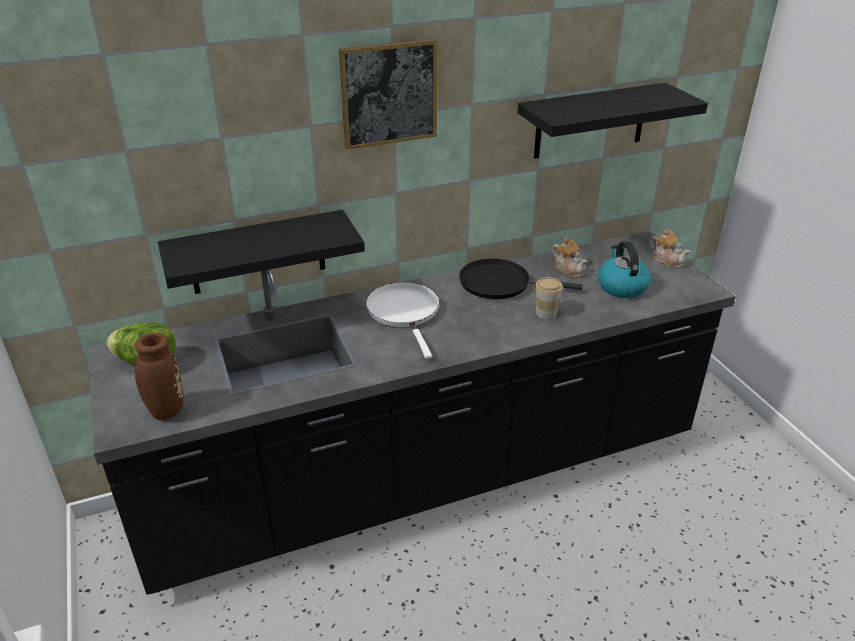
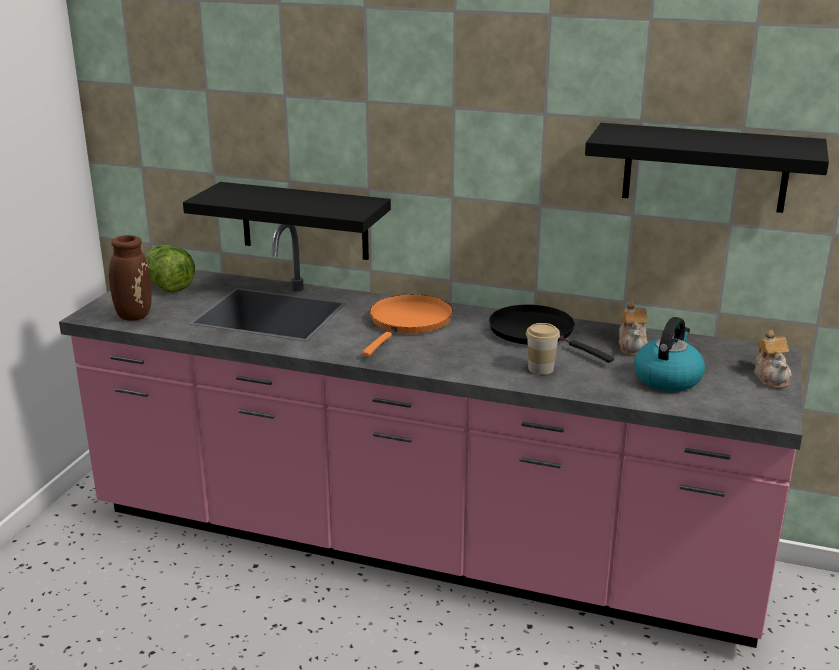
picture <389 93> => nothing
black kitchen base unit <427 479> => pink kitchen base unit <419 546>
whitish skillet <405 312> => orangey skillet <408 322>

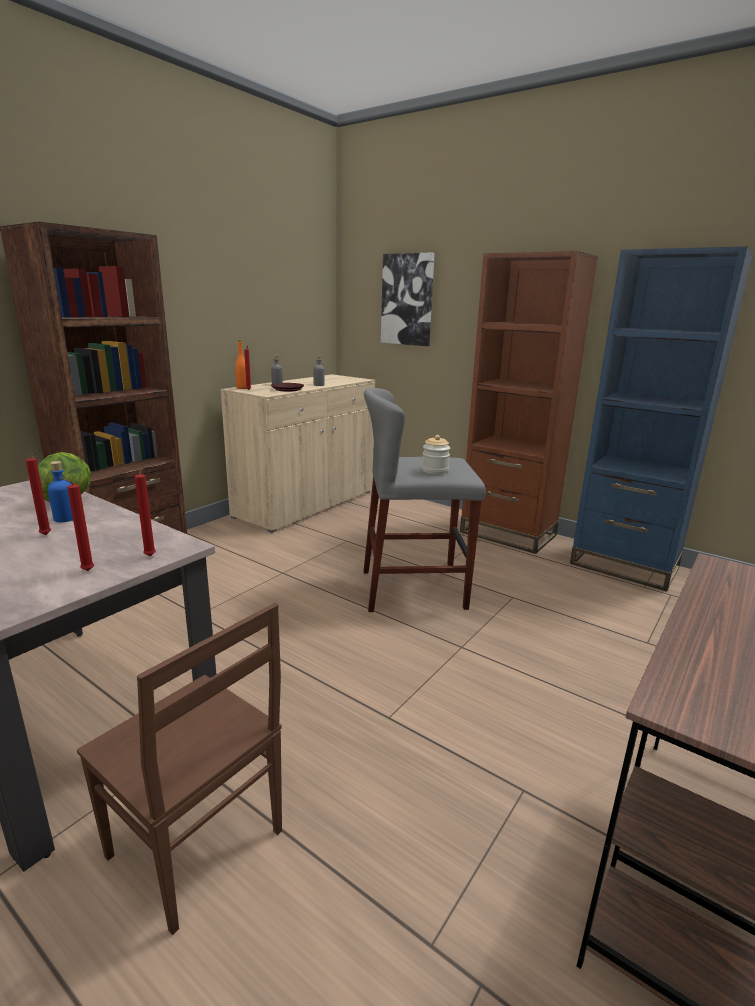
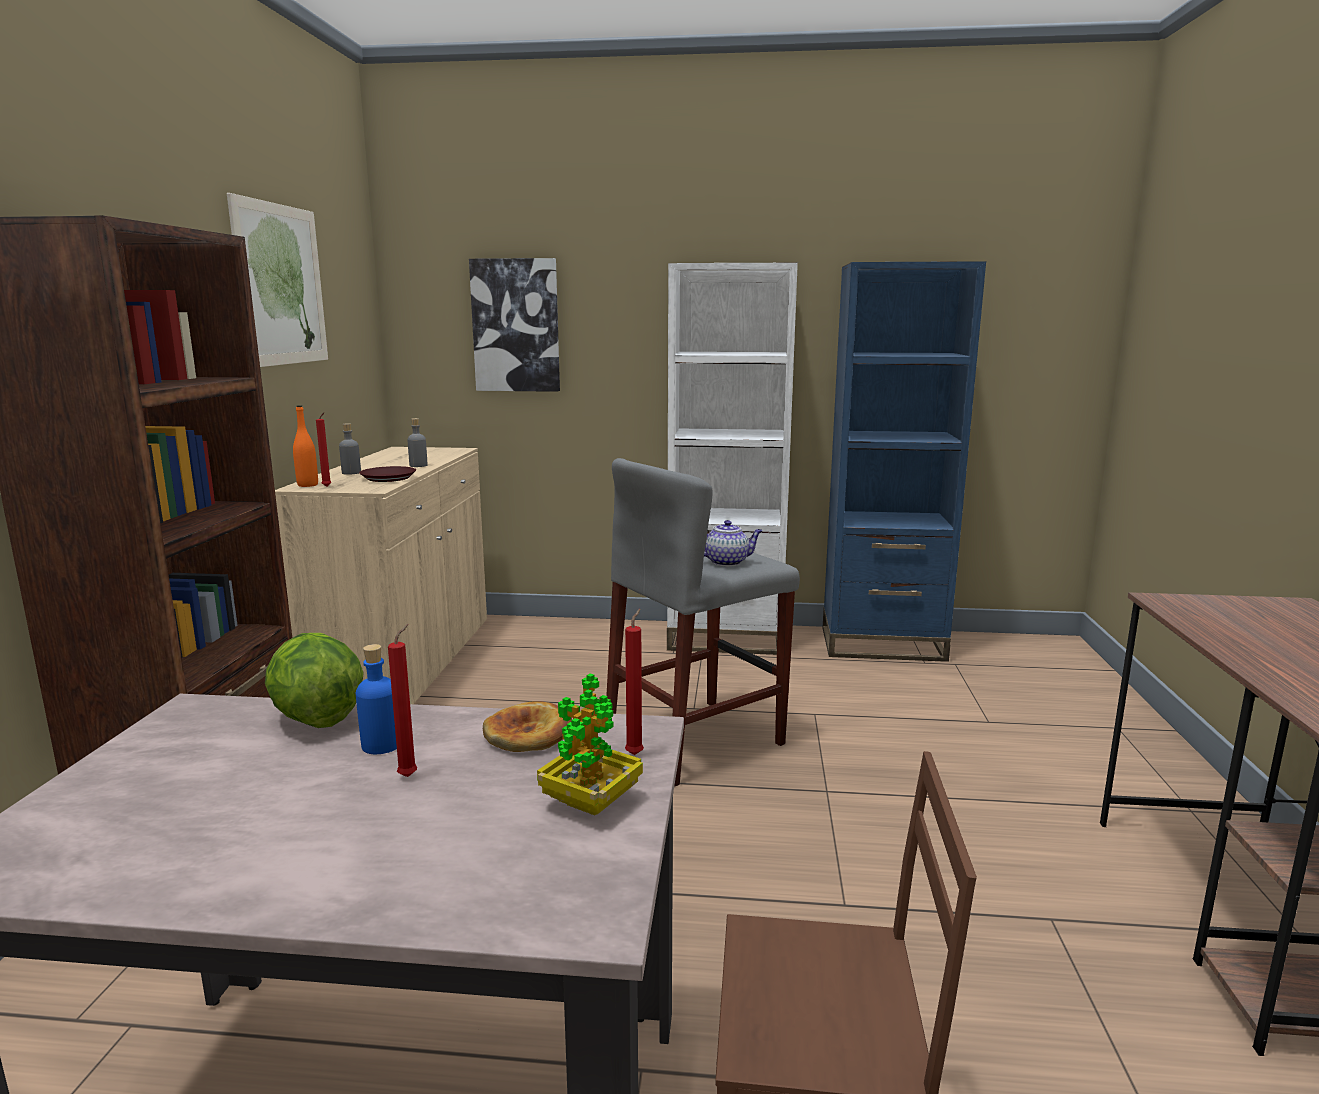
brownish bookshelf <507 534> => whitish bookshelf <725 638>
jar <435 470> => teapot <727 562>
reddish candle <85 571> => plant in a pot <591 802>
nothing => picture <281 285>
nothing => bakery bread <528 734>

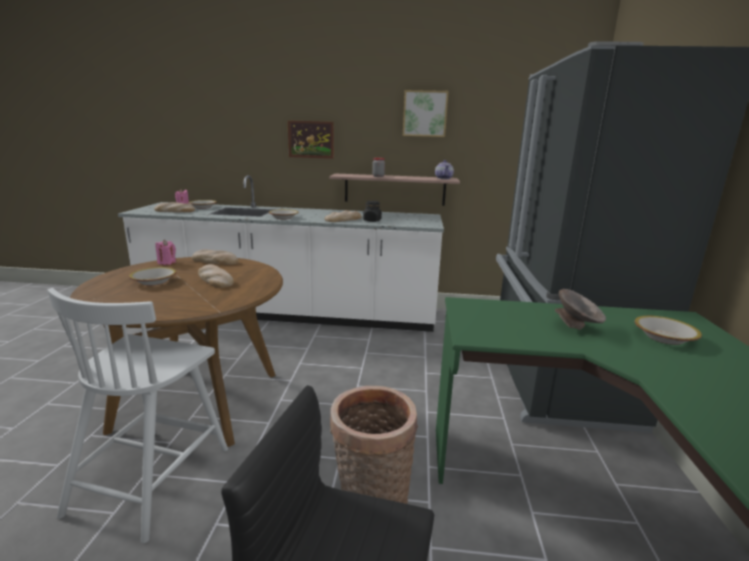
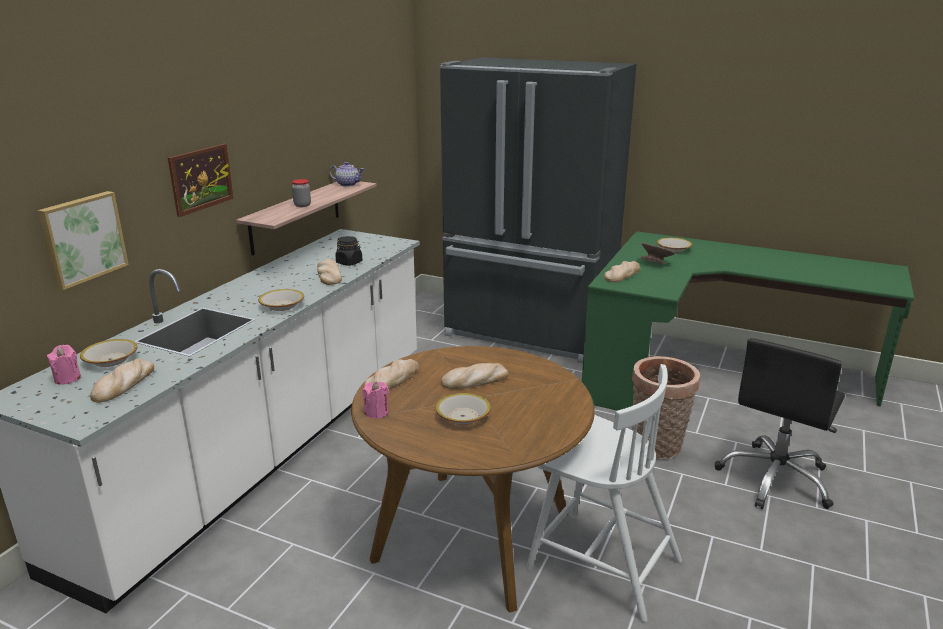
picture <425 114> => picture <82 238>, moved
nothing => bakery bread <622 274>

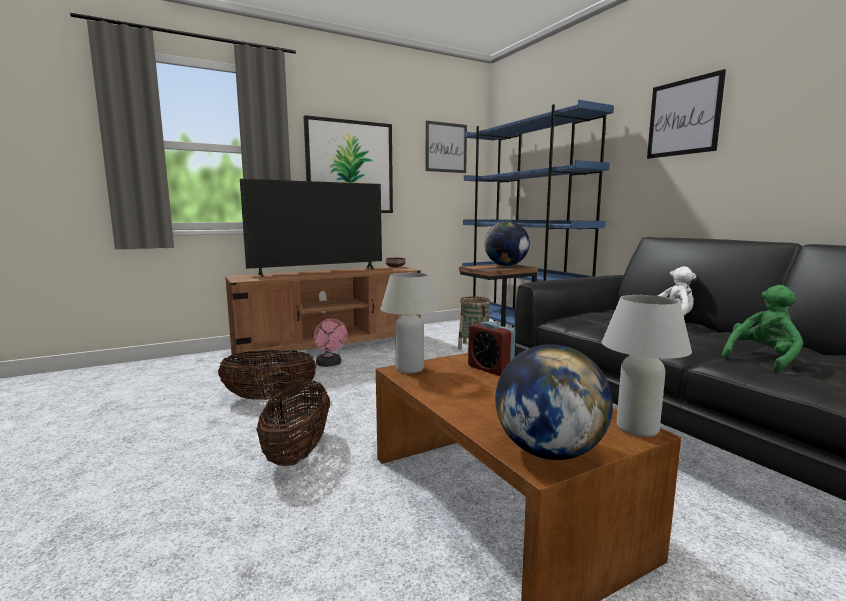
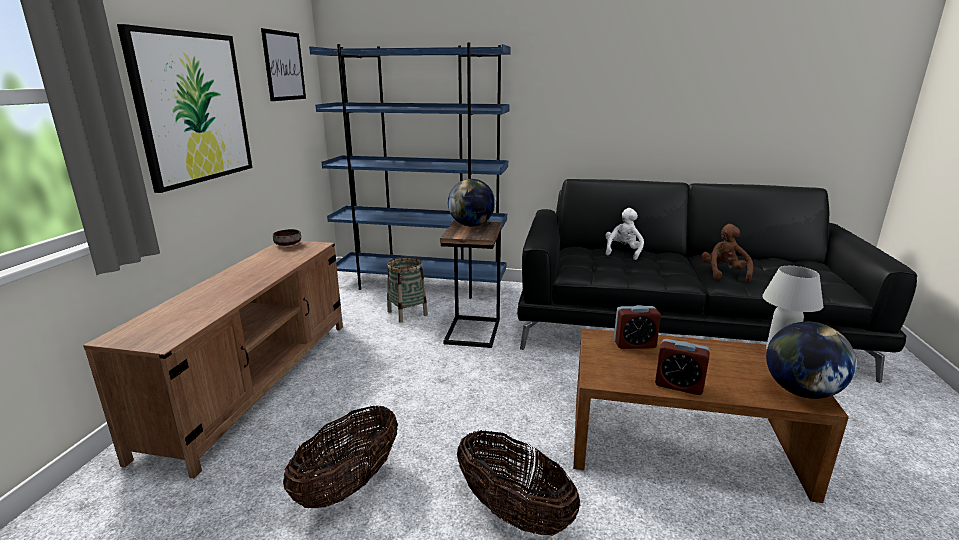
picture <683 117> => nothing
TV set <318 272> => nothing
whitish table lamp <409 369> => nothing
green soft toy <762 360> => brownish soft toy <724 273>
pink cooling fan <330 364> => nothing
nothing => table clock <679 385>

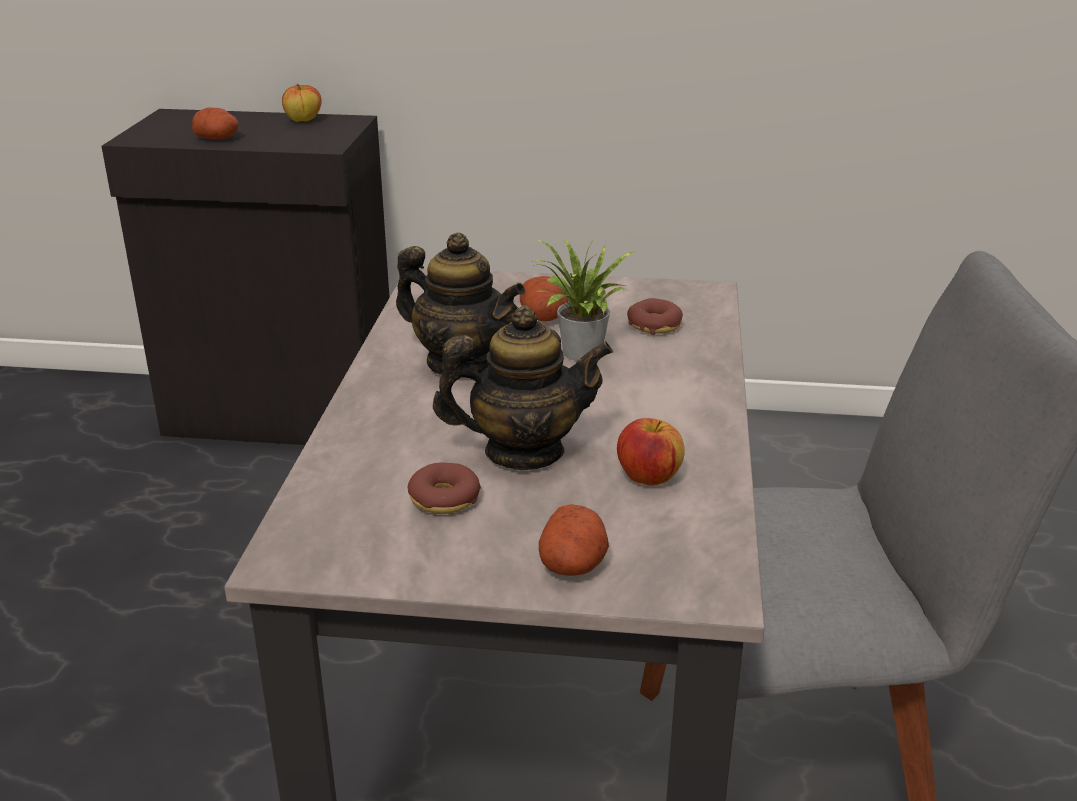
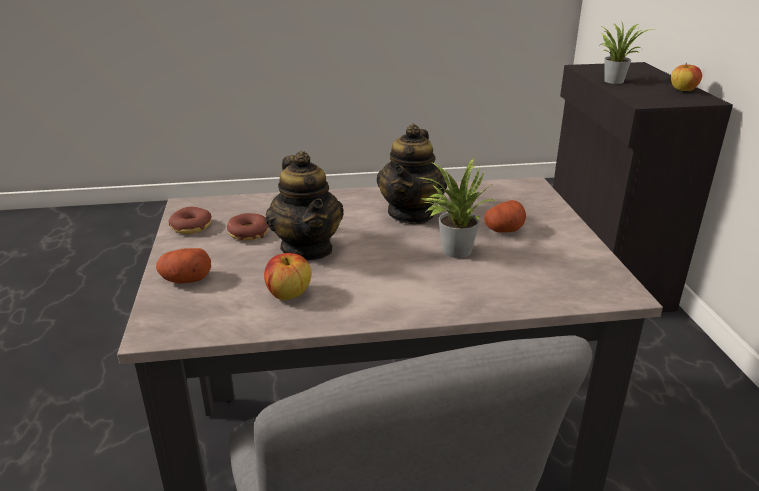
potato <218 138> => plant in a pot <613 80>
donut <654 325> => donut <191 227>, moved

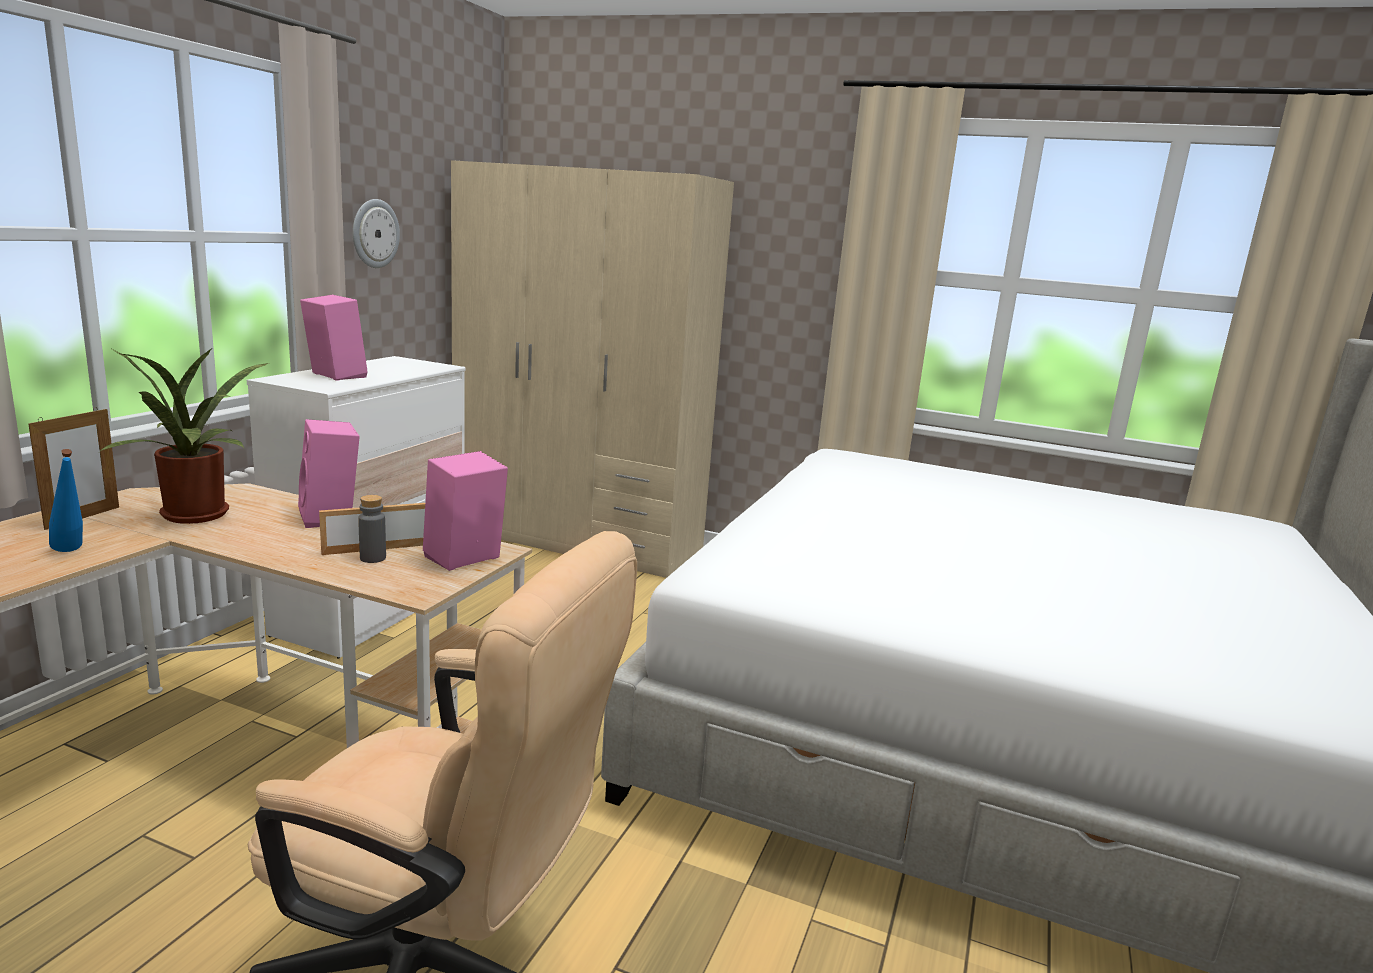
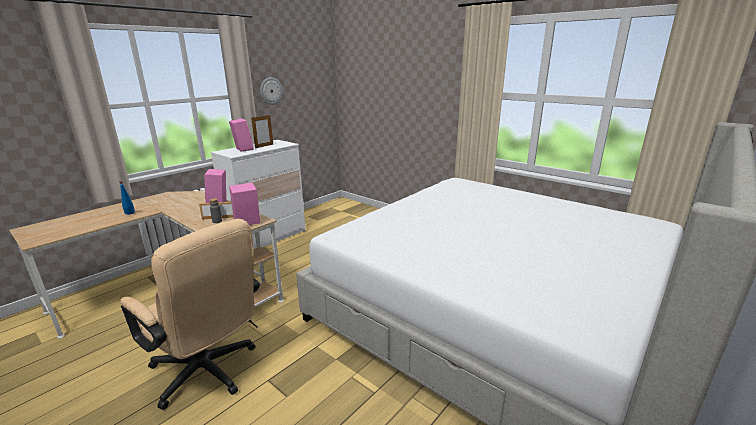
sand-coloured wardrobe <578 539> => nothing
plant in a pot <198 517> => nothing
picture frame <83 518> => picture frame <264 146>, moved

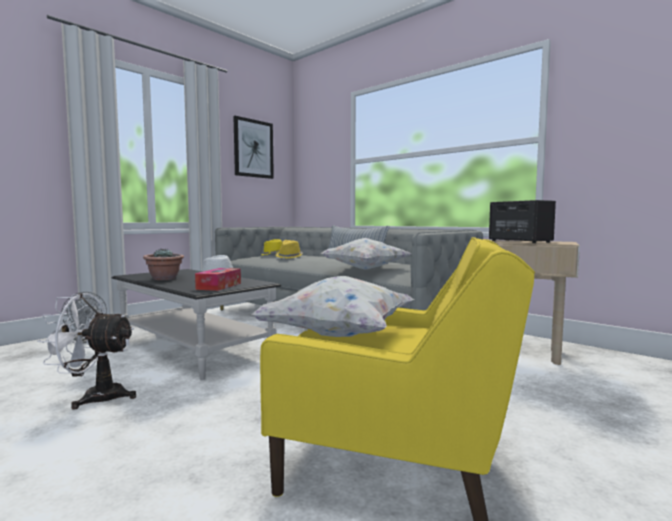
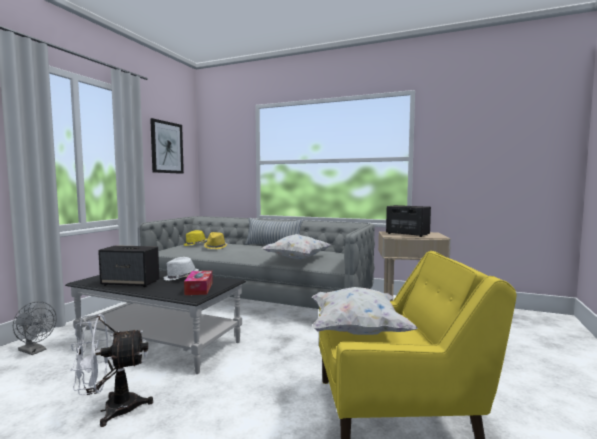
plant in a pot <165 279> => audio speaker <131 283>

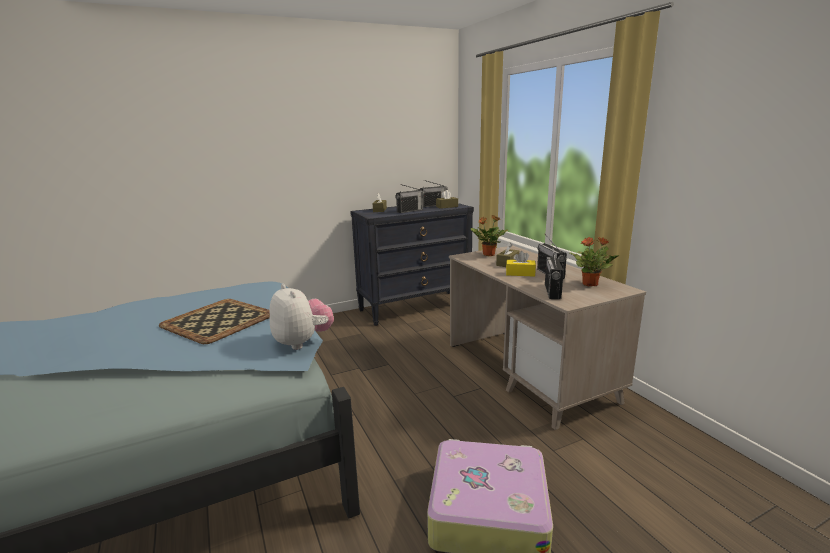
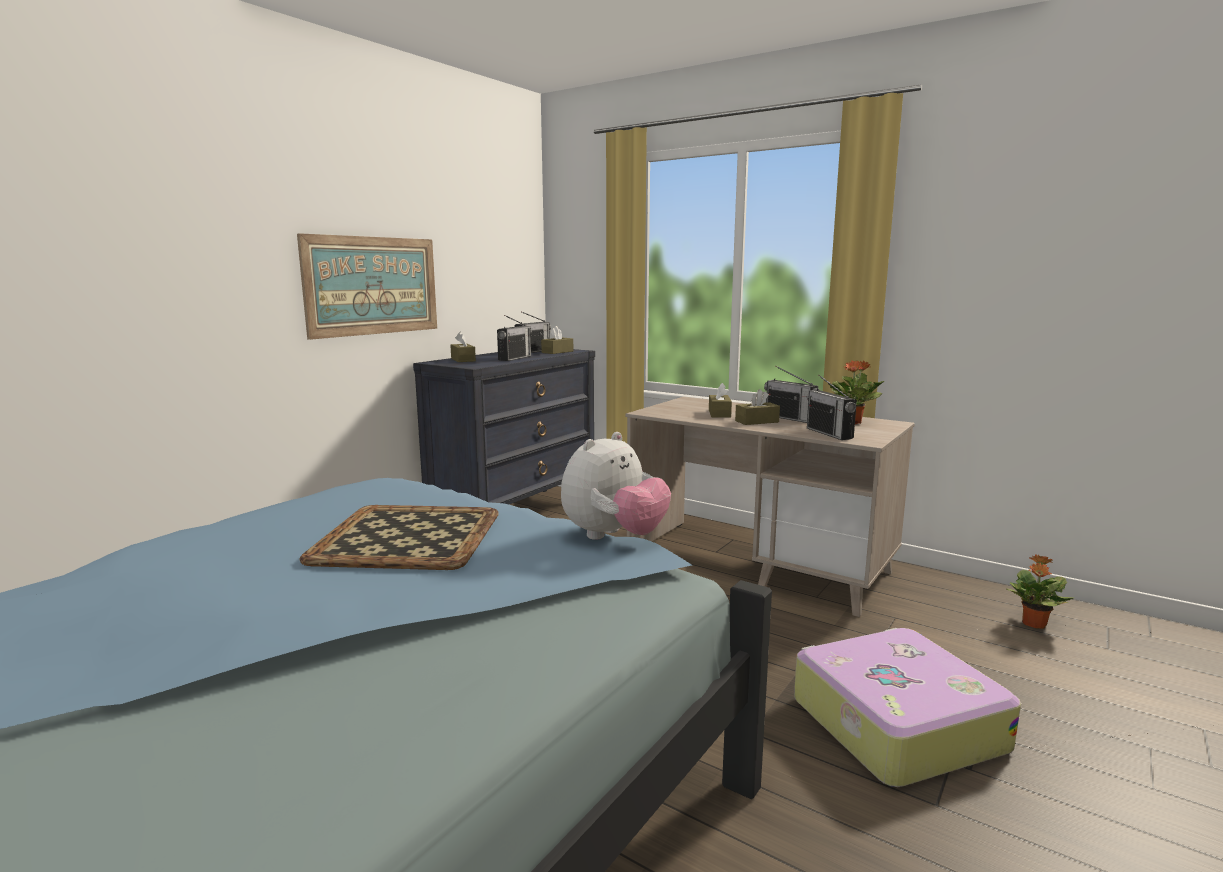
plant in a pot <488 254> => plant in a pot <1033 624>, moved
yellowish tissue holder <520 273> => brownish tissue holder <757 421>
soft toy <302 342> => soft toy <614 537>, 105 degrees clockwise
nothing => picture <372 285>

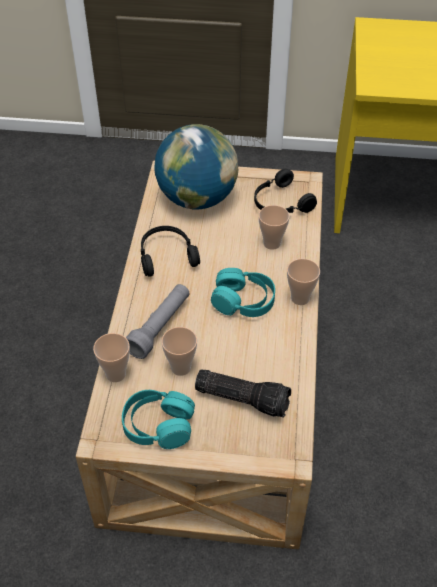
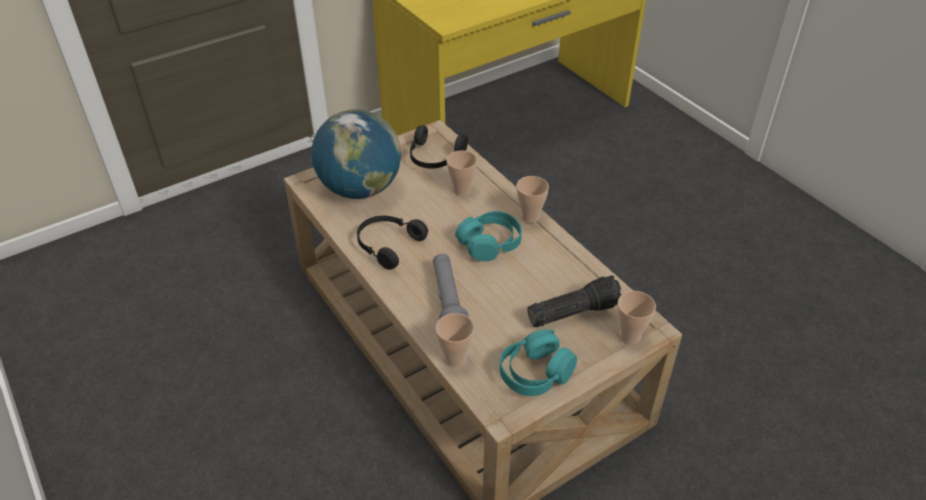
small cup <181 367> => small cup <629 336>, moved

